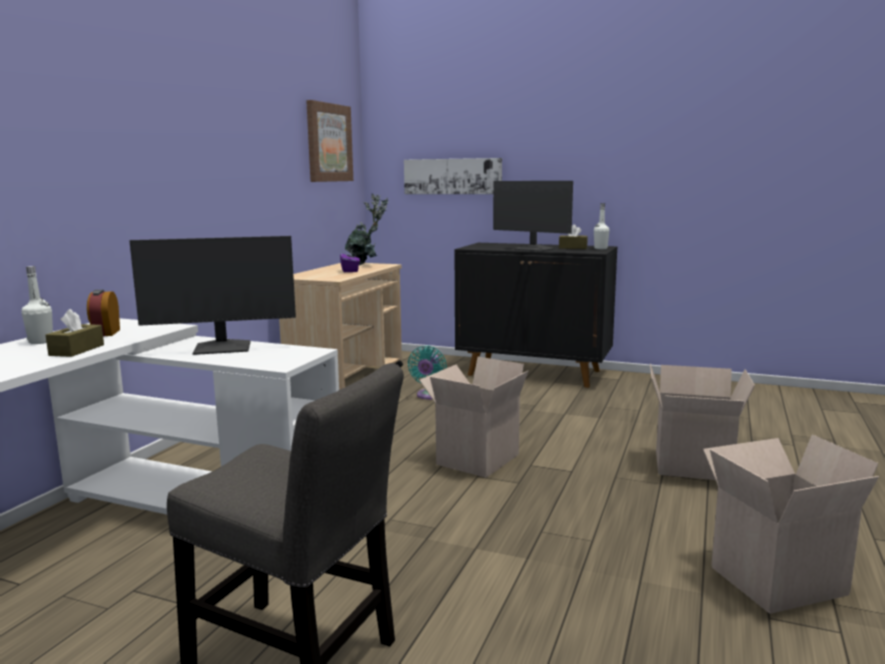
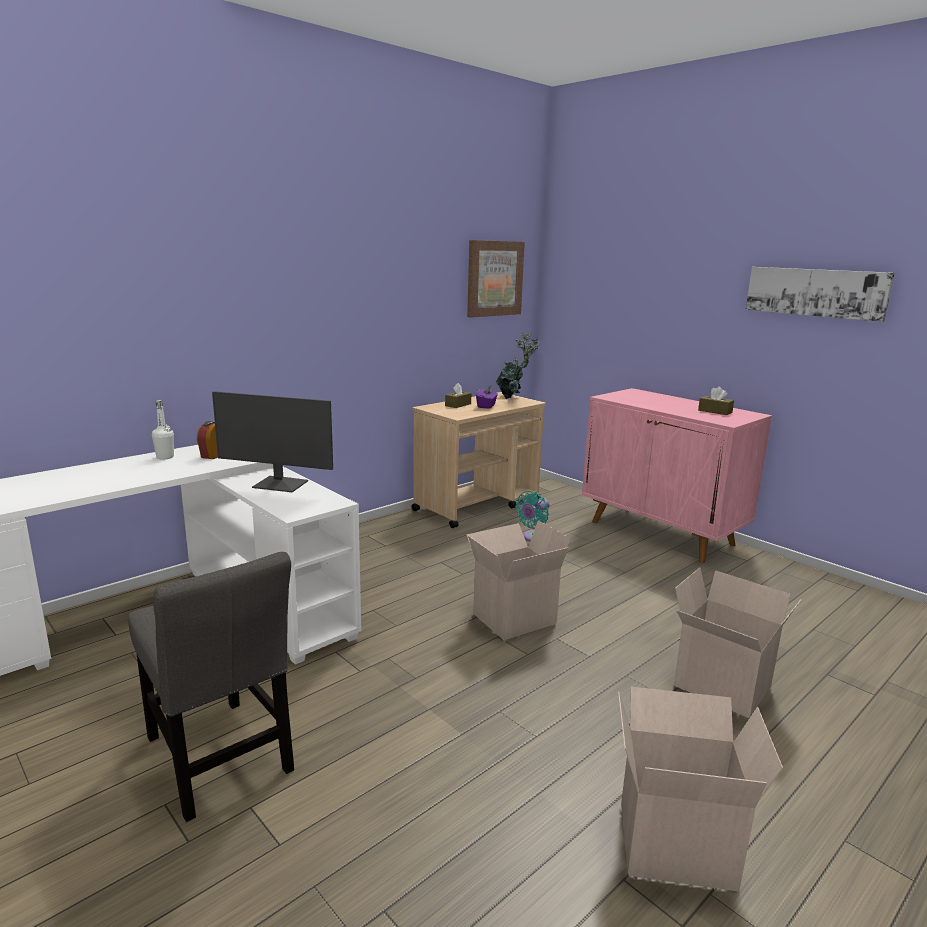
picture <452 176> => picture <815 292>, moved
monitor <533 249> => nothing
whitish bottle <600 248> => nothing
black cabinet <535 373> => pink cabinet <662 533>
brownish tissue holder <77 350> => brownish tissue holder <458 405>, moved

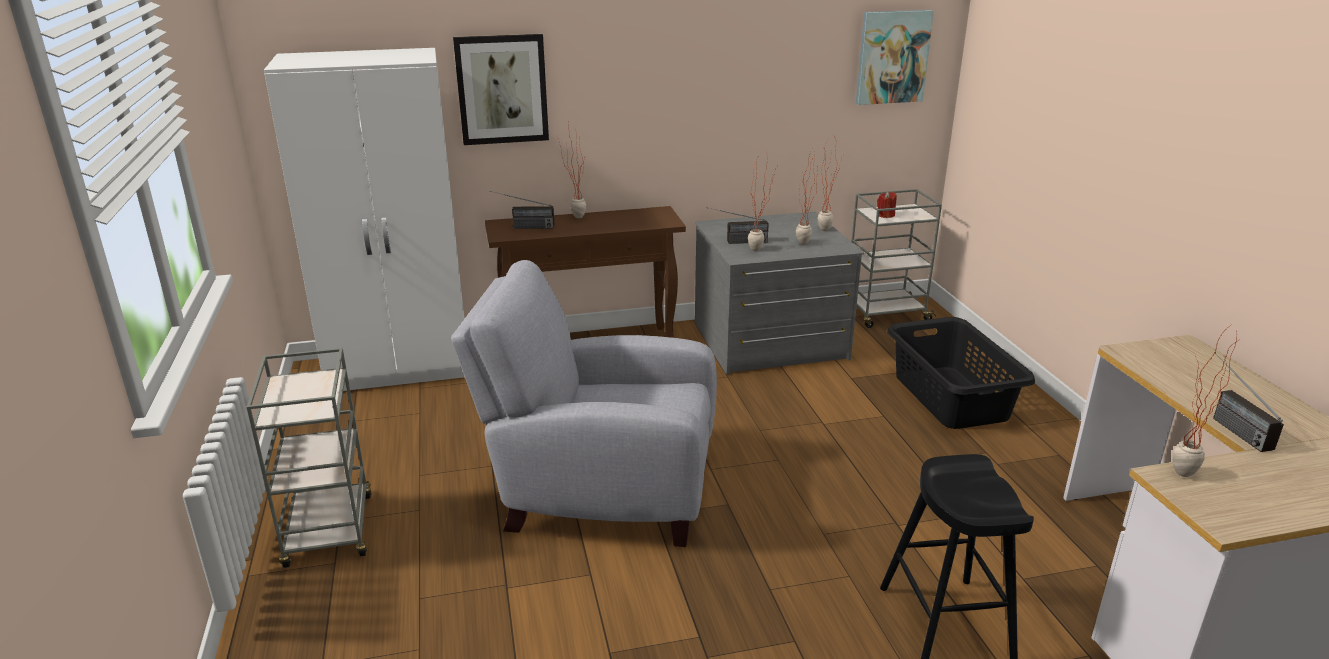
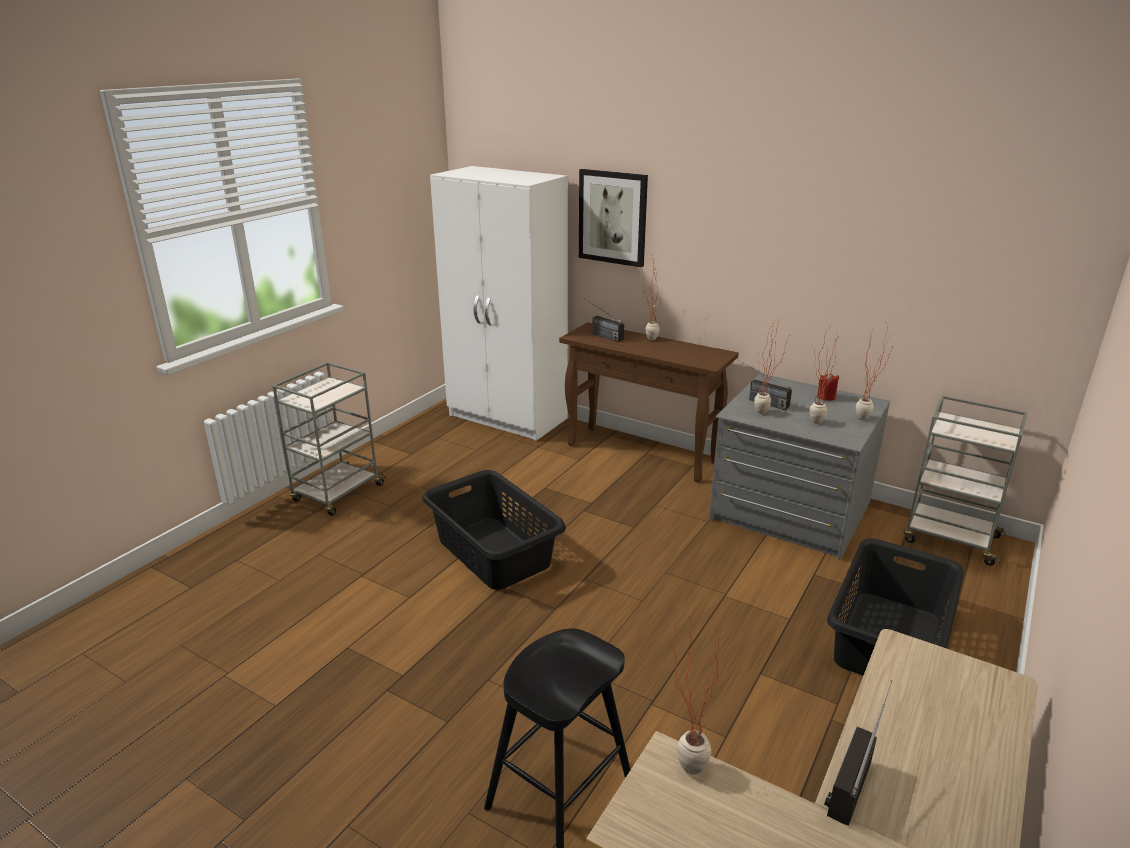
picture <892 57> => nothing
reddish candle <885 215> => reddish candle <826 397>, moved
greyish armchair <600 491> => black washing basket <494 551>

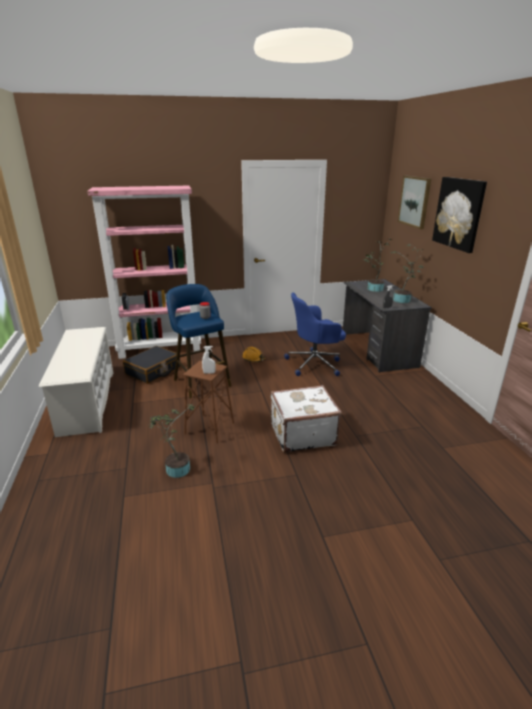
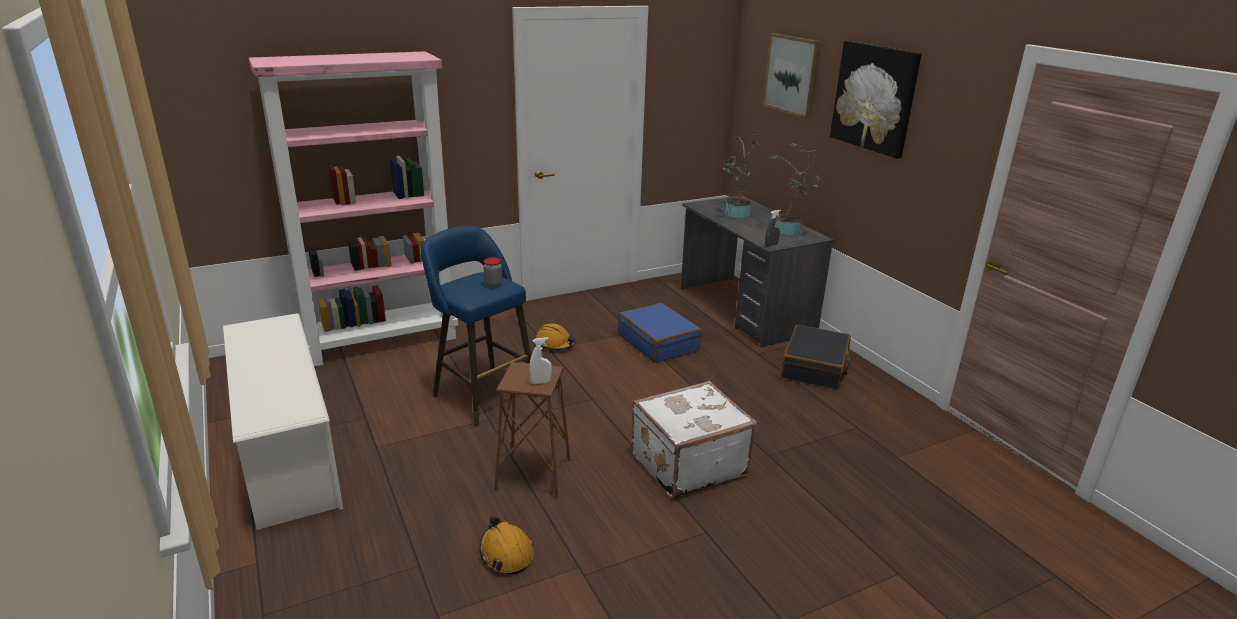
bluish desk chair <315 364> => bluish piece of luggage <658 343>
black piece of luggage <153 371> => black piece of luggage <815 367>, moved
plant in a pot <175 468> => orangey safety helmet <506 553>

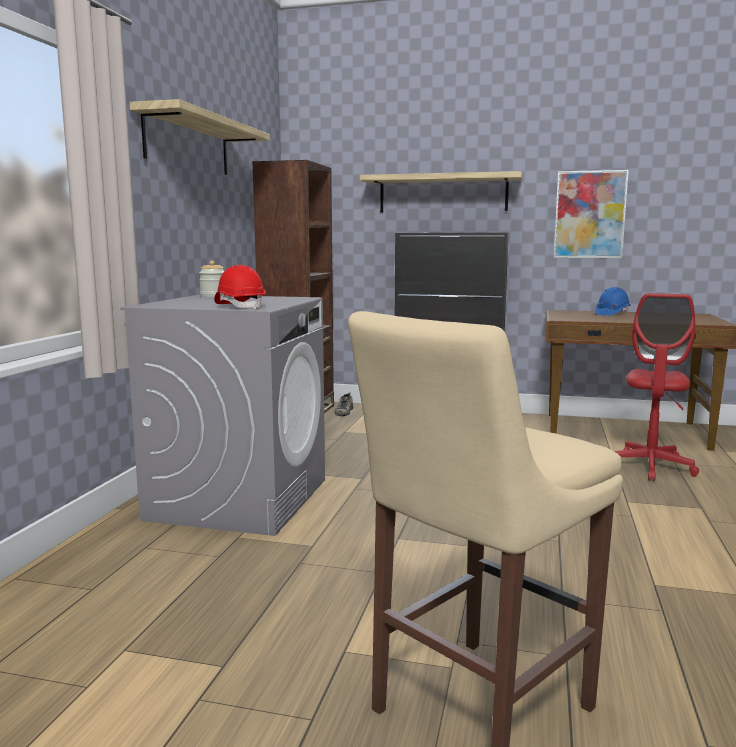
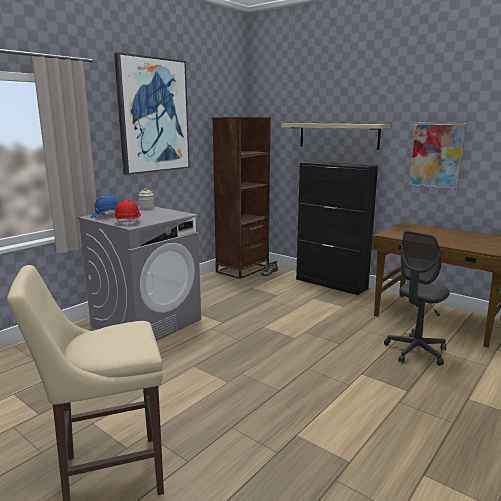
bracket shelf <188 144> => picture <153 116>
bluish safety helmet <611 314> => bluish safety helmet <107 216>, moved
reddish desk chair <650 467> => greyish desk chair <416 351>

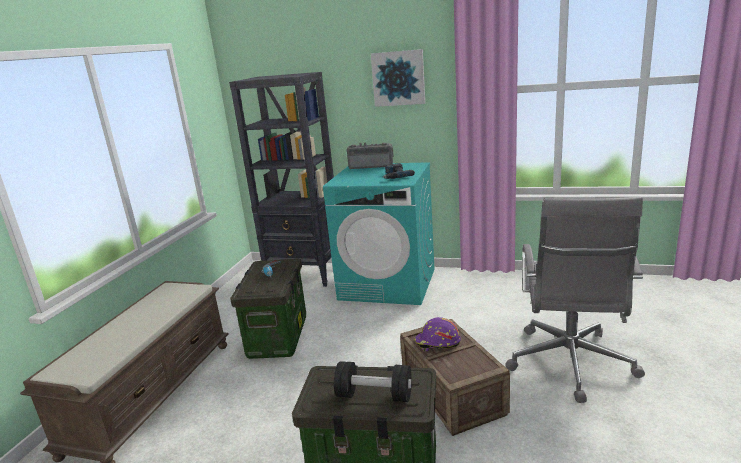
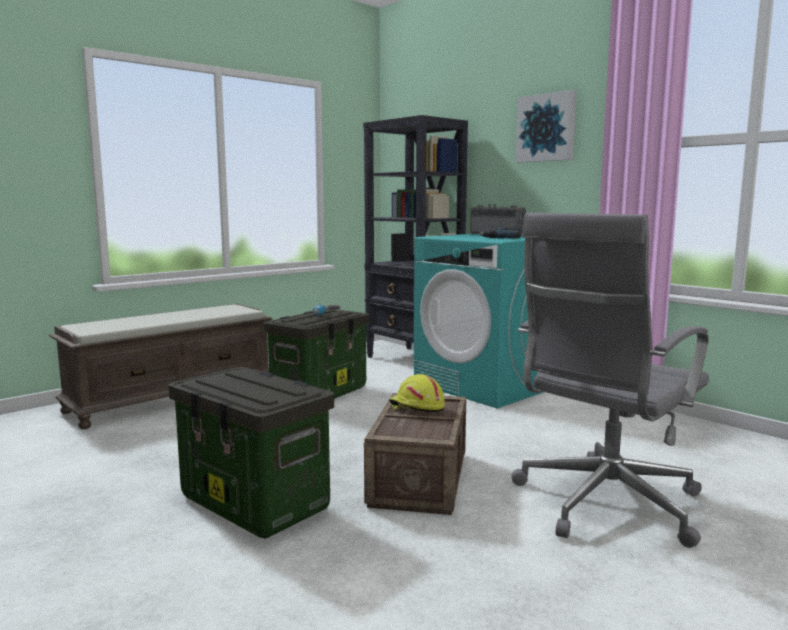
purple-coloured safety helmet <437 343> => yellowish safety helmet <416 407>
black hand weight <374 395> => nothing

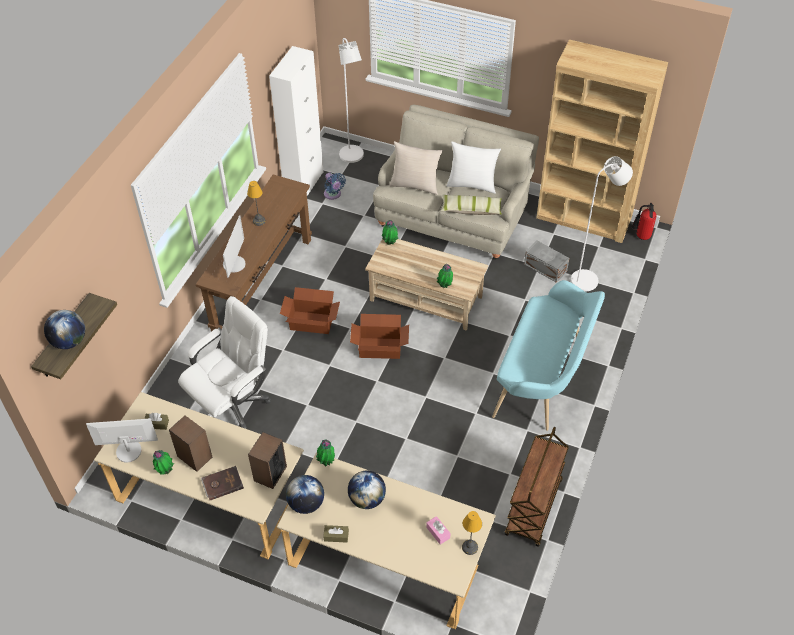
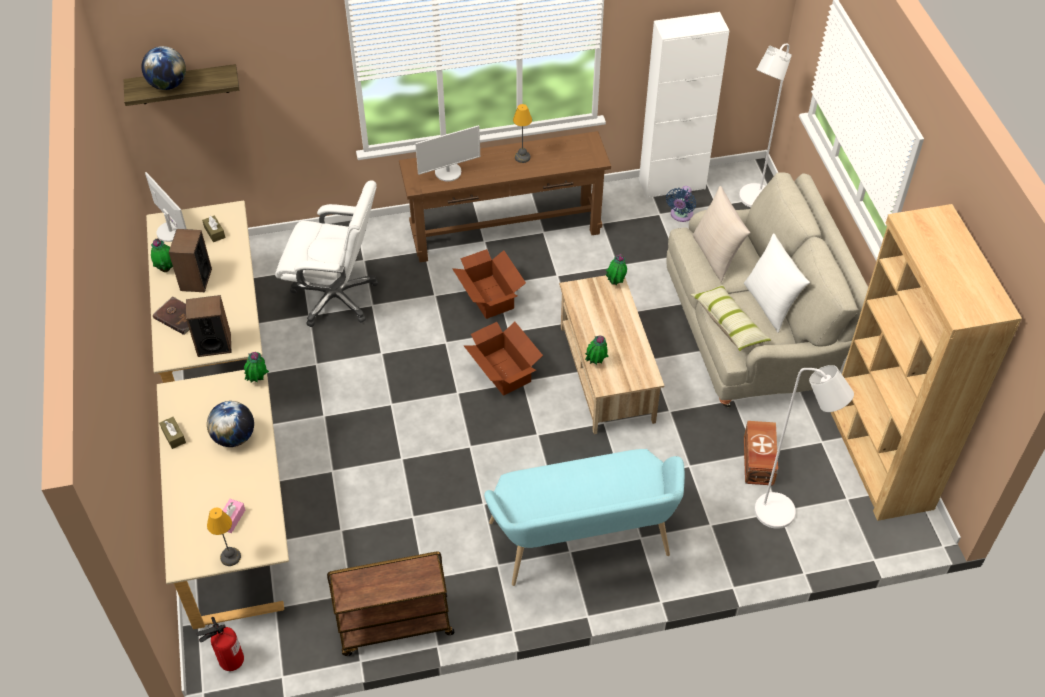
extinguisher <641 236> => extinguisher <229 659>, moved
greyish storage container <545 268> => brownish storage container <757 461>
desk globe <306 503> => nothing

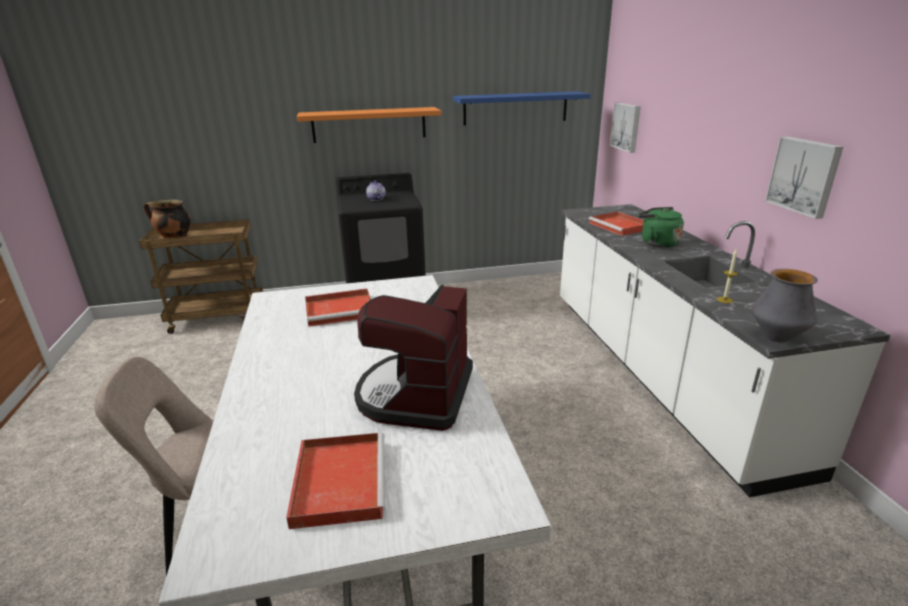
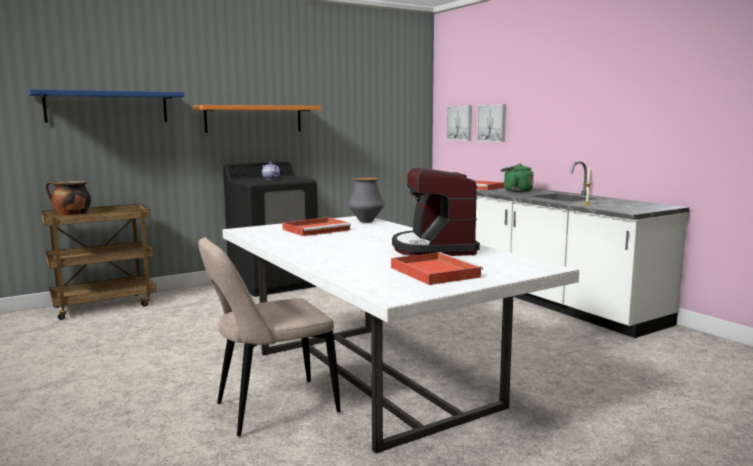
bluish bracket shelf <515 108> => bluish bracket shelf <107 107>, moved
picture <804 176> => picture <492 123>, moved
decorative vase <776 337> => decorative vase <366 221>, moved

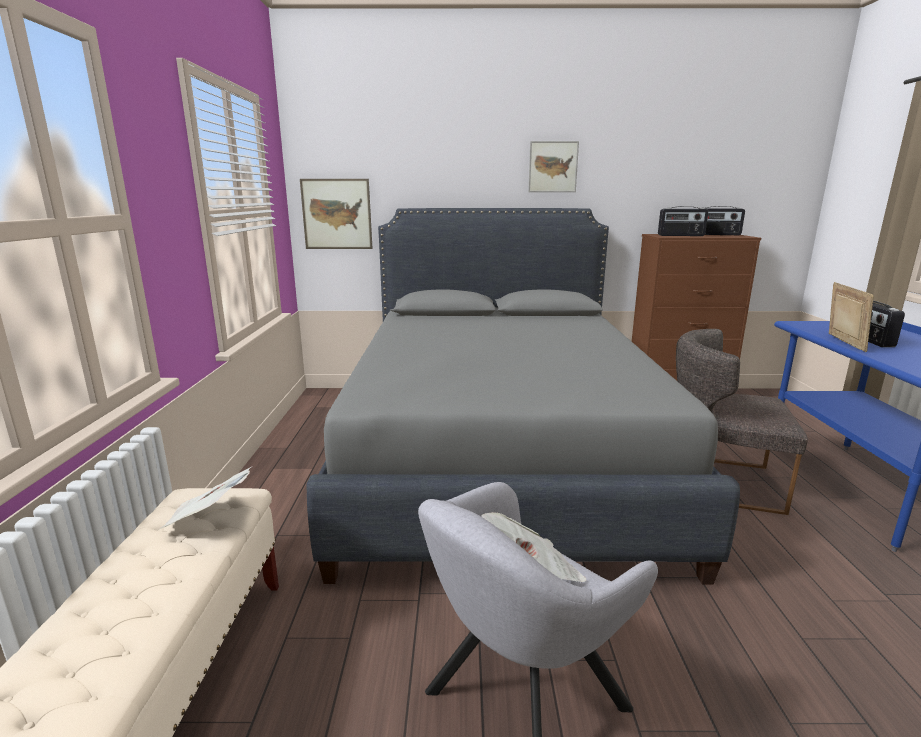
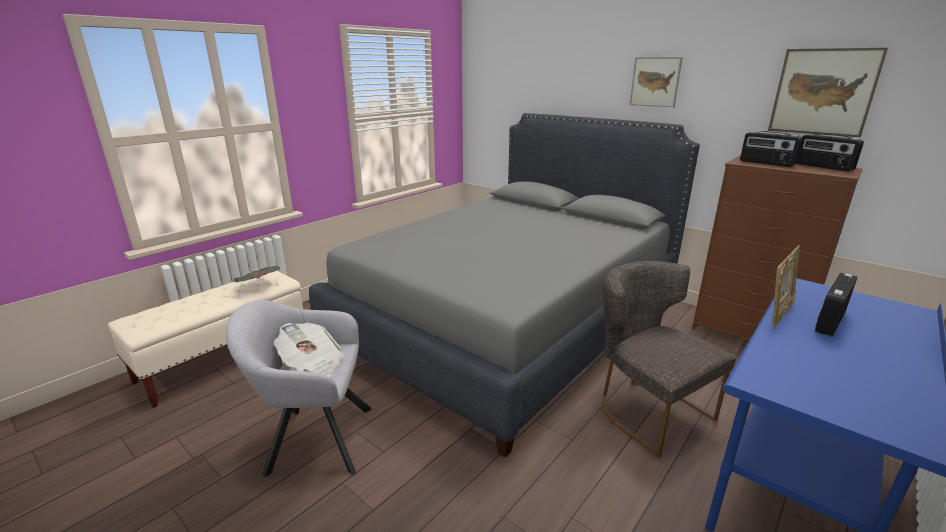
picture <337 214> => picture <823 92>, moved

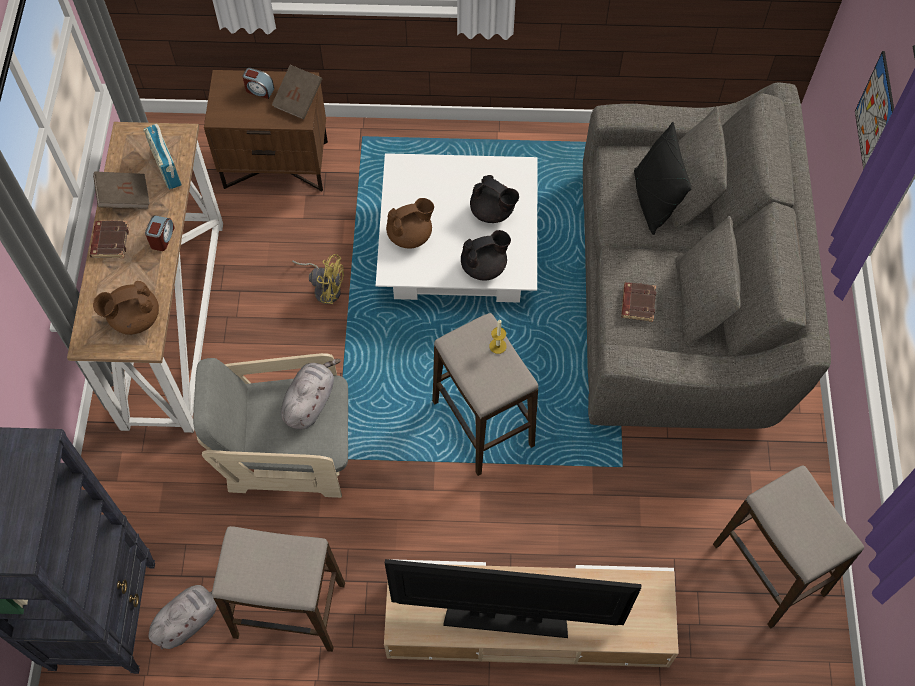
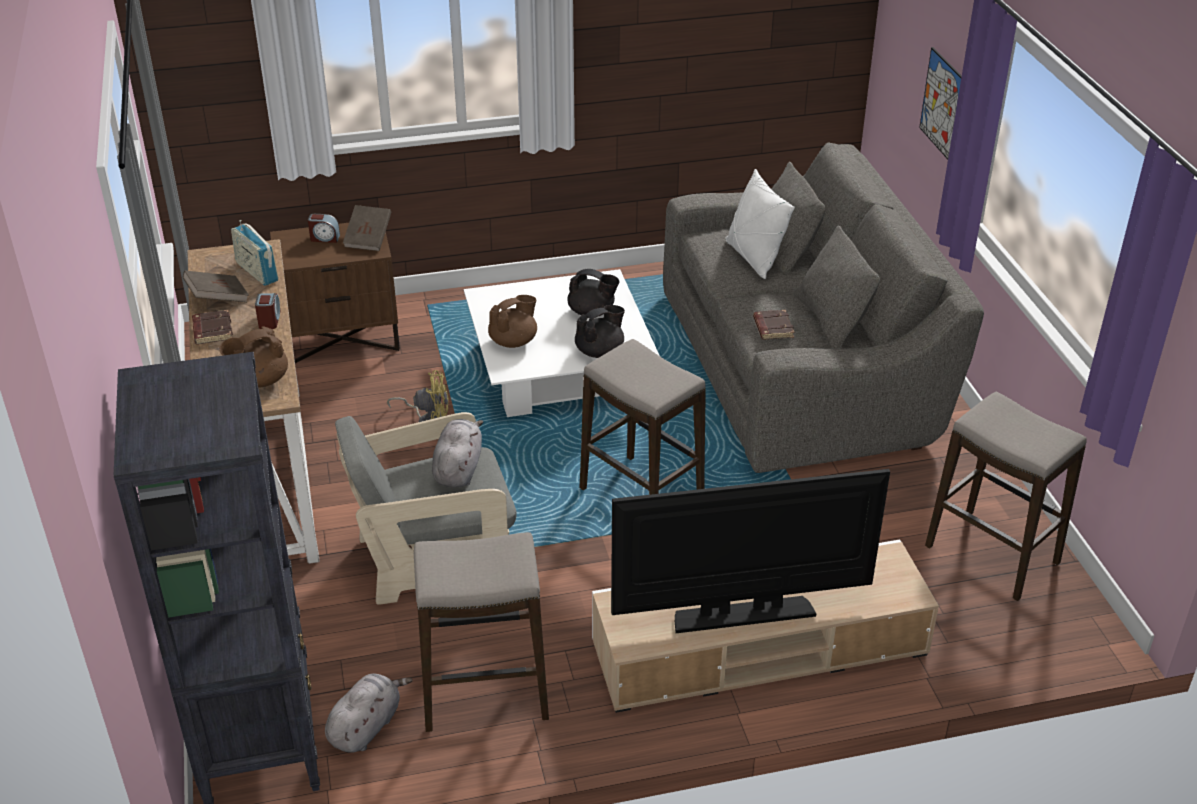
black throw pillow <653 201> => whitish throw pillow <753 258>
candle <497 346> => nothing

